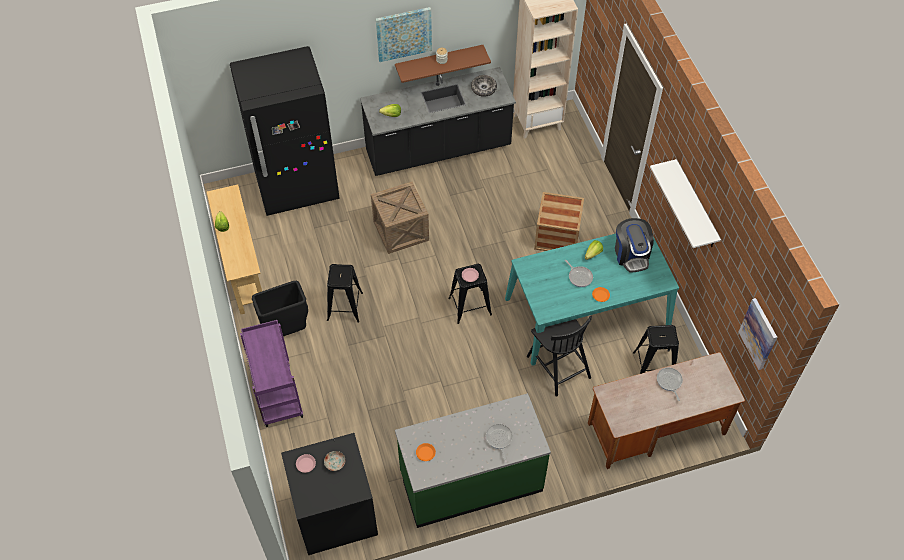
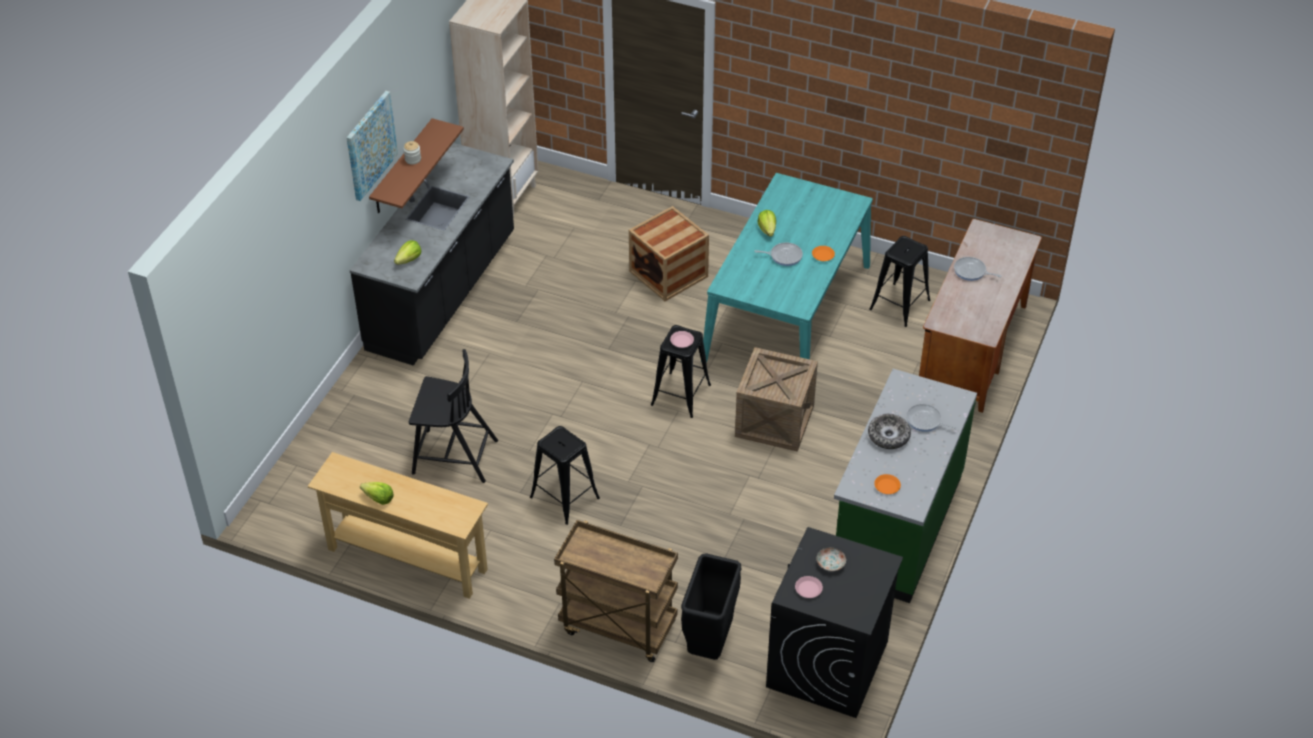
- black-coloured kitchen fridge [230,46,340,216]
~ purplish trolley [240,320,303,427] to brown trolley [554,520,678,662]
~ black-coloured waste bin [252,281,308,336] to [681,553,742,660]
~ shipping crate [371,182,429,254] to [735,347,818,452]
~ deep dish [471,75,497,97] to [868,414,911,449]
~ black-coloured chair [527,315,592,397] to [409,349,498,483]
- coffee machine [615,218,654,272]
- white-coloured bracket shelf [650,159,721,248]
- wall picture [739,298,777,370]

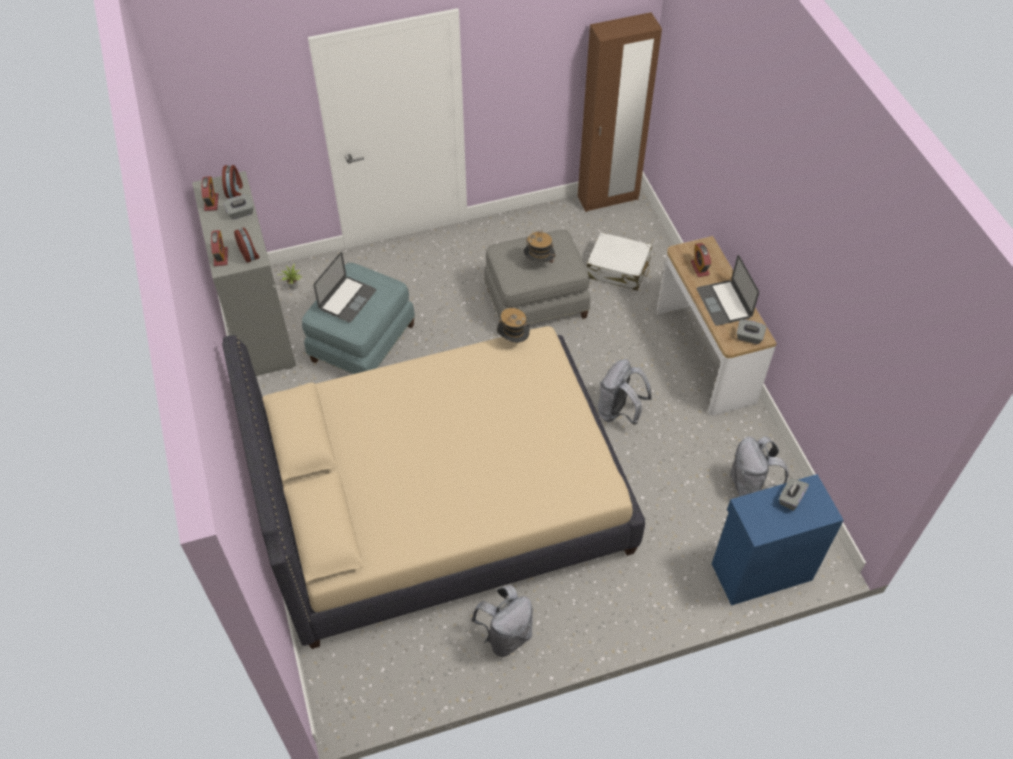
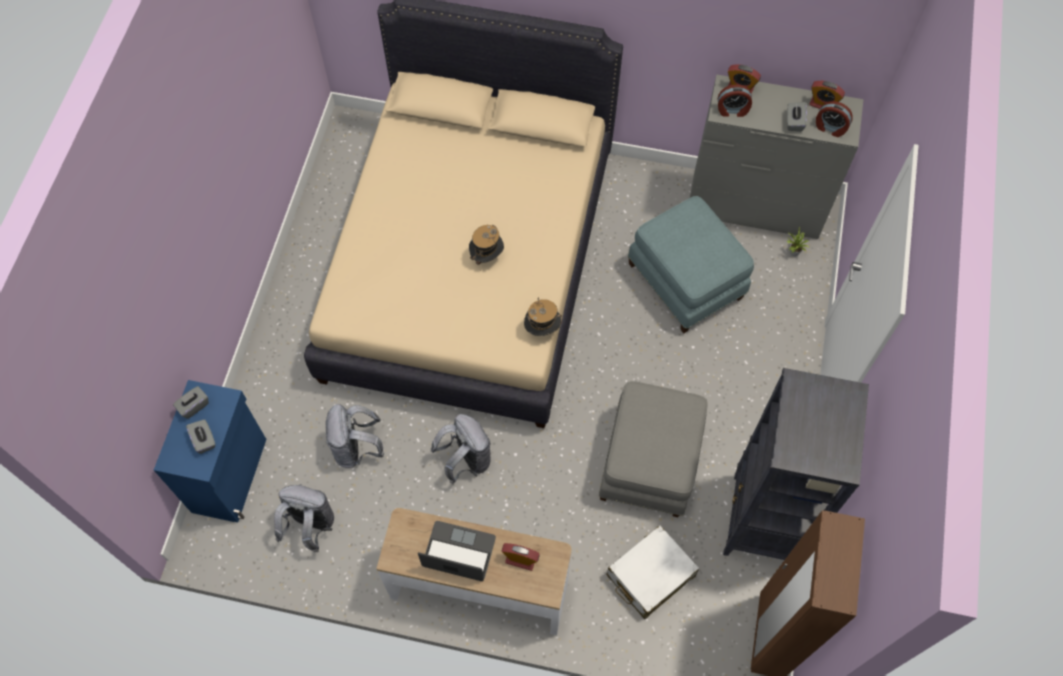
- laptop [313,252,376,323]
~ gray knapsack [471,585,533,657] to [325,404,384,468]
~ hat [524,229,556,262] to [469,225,504,271]
~ gray box of tissues [737,320,767,344] to [173,386,208,419]
+ black-coloured shelving unit [723,368,869,560]

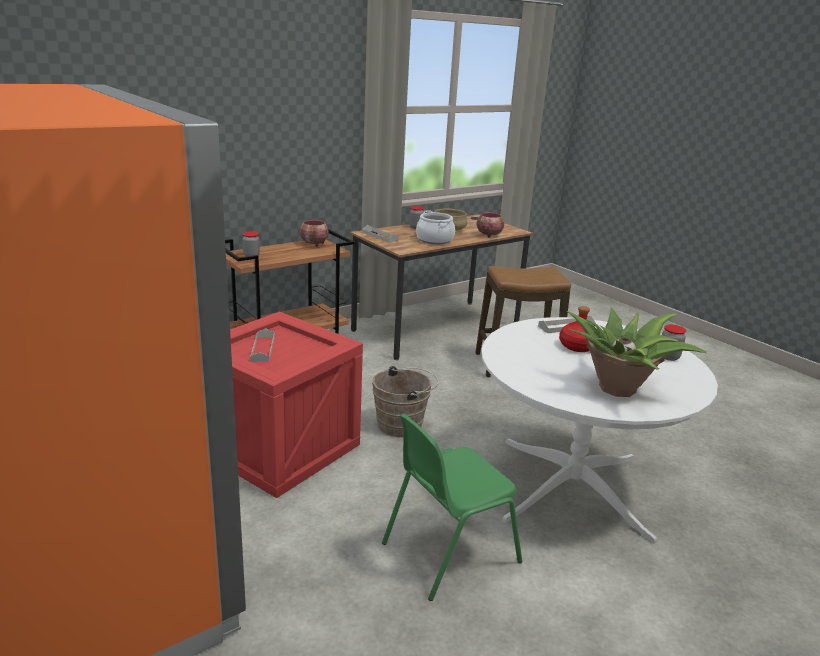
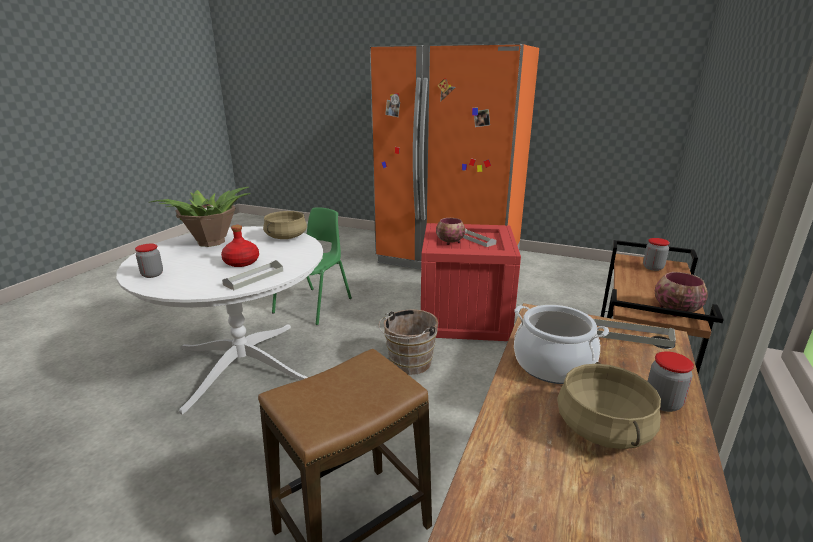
~ deep dish [477,213,504,238] to [436,218,465,245]
+ beige saucepot [263,211,307,239]

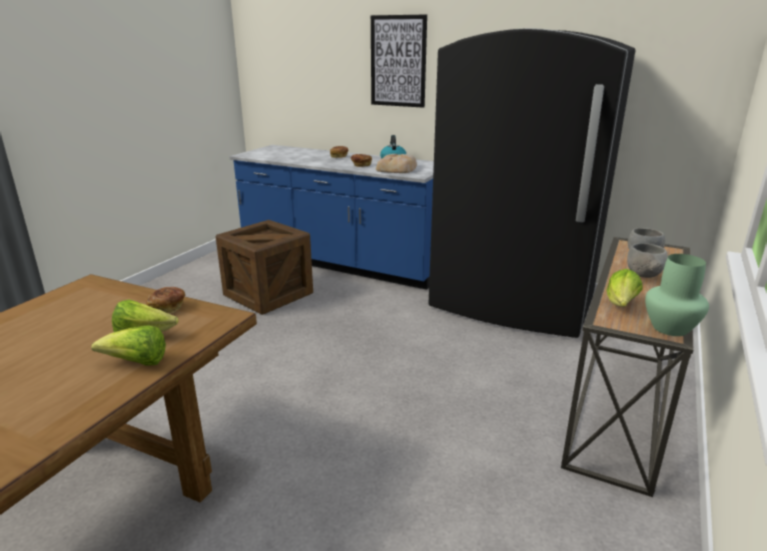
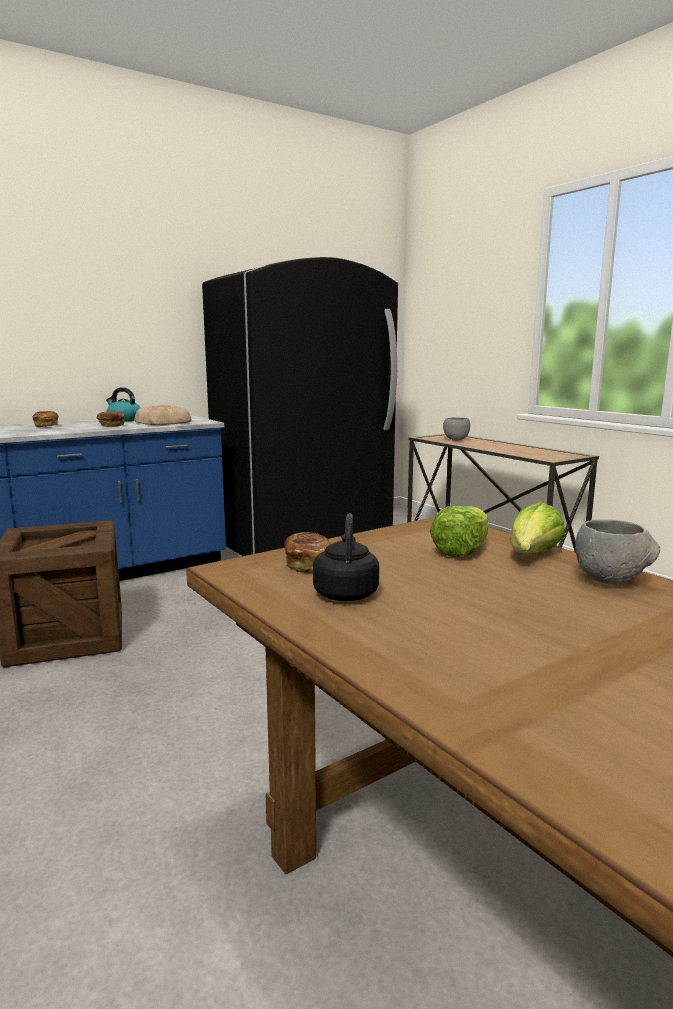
~ baked bread [146,287,185,314] to [284,532,331,573]
- wall picture [371,15,427,108]
- head of lettuce [606,269,642,307]
~ gray deep dish [627,243,668,278] to [575,519,660,585]
- green-coloured flower vase [645,254,709,336]
+ black-coloured tea kettle [313,514,379,601]

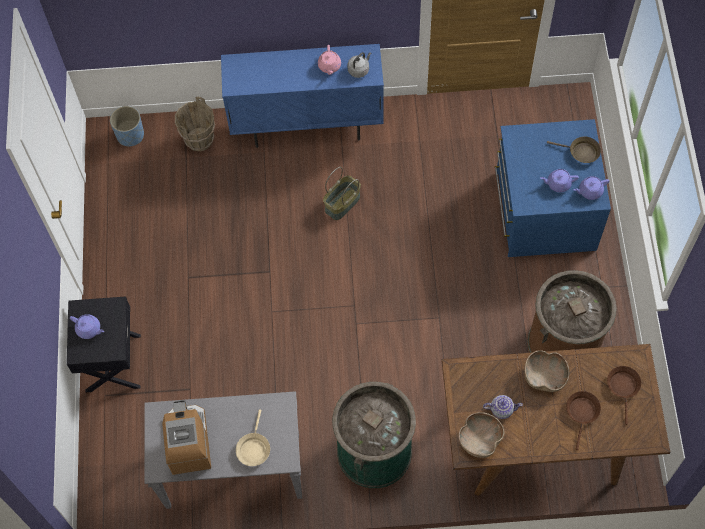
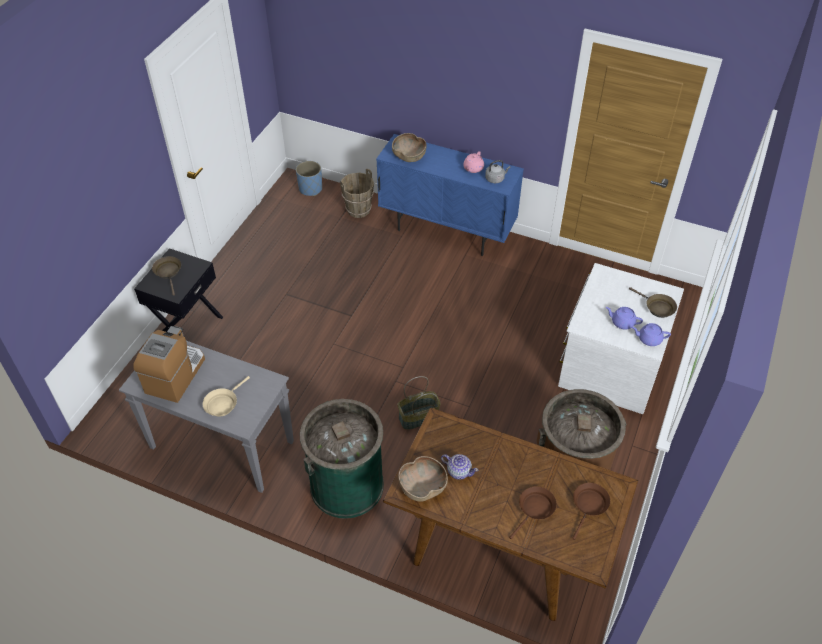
~ purplish teapot [70,314,104,339] to brown skillet [152,256,181,295]
~ household basket [323,167,361,220] to [398,376,441,430]
~ blue-coloured chest of drawers [495,119,611,257] to white-coloured chest of drawers [558,263,684,414]
~ brown deep dish [524,350,569,392] to [392,133,426,162]

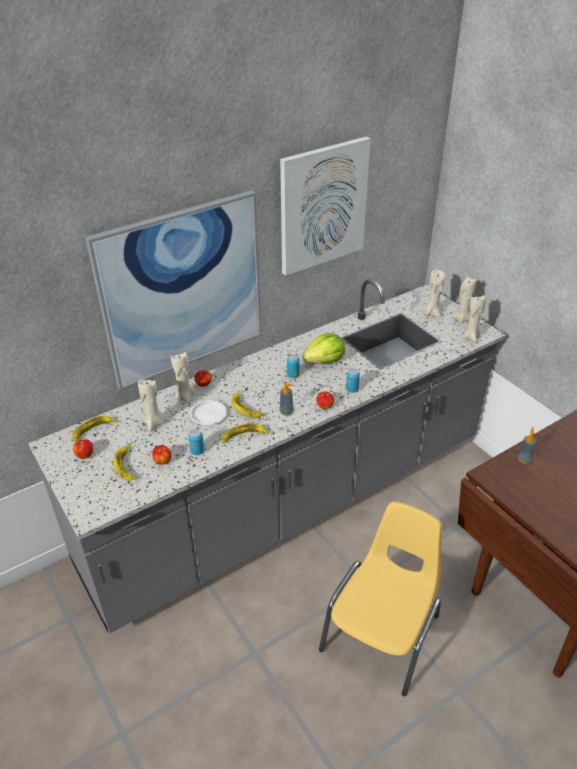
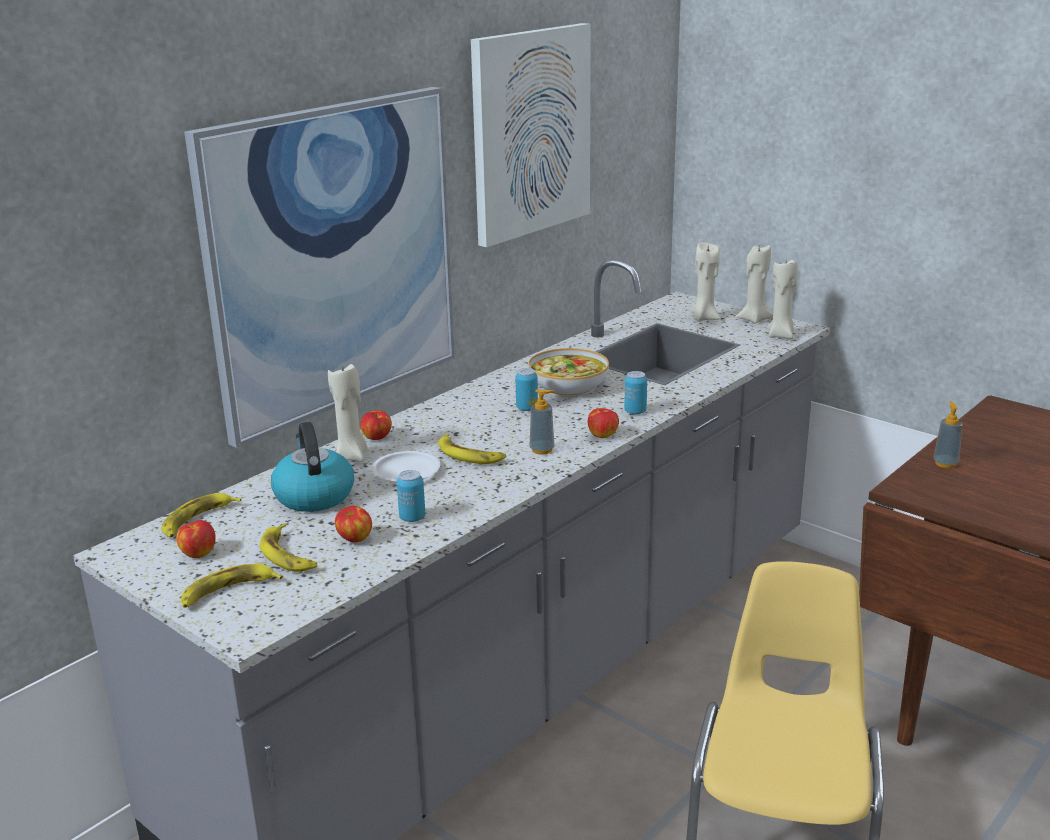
~ beige candle [138,379,166,431] to tea kettle [271,422,354,512]
~ whole banana [222,423,269,443] to [181,564,283,608]
~ head of lettuce [302,333,345,364] to deep dish [528,348,609,397]

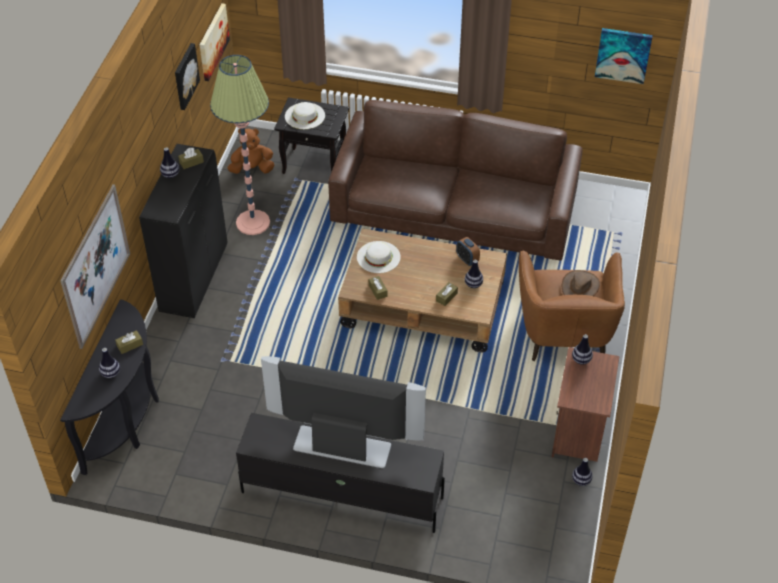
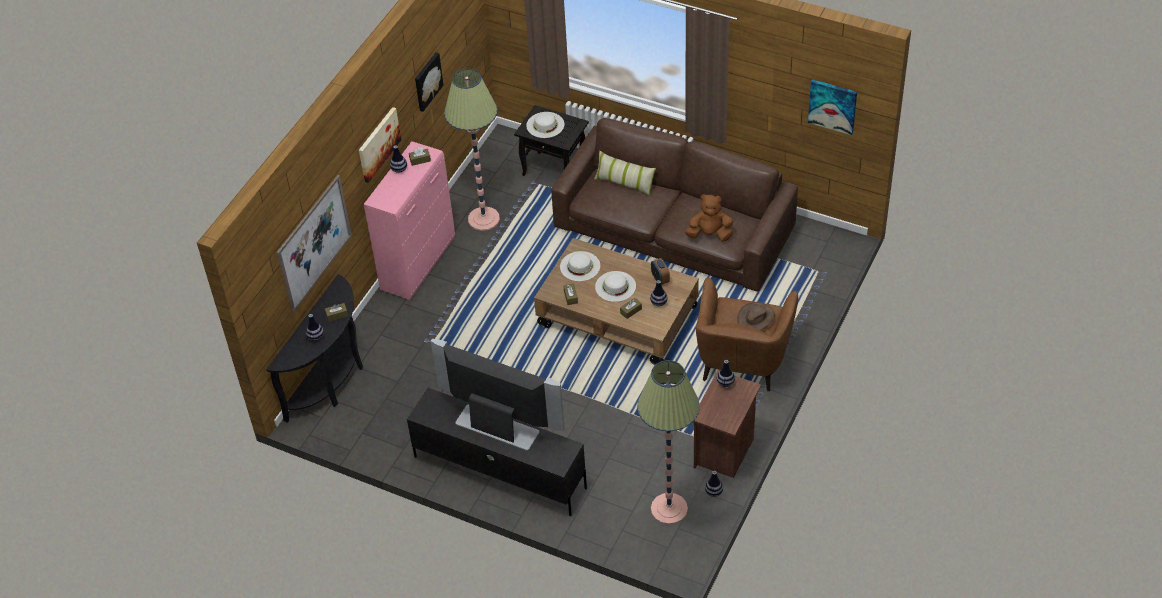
~ black-coloured storage cabinet [139,144,227,318] to pink-coloured storage cabinet [364,141,455,300]
~ wall picture [200,3,230,81] to [359,107,401,183]
~ brown plush toy [227,129,274,174] to [685,194,733,242]
+ pillow [594,151,656,196]
+ white-coloured hat [595,271,636,302]
+ floor lamp [637,360,700,525]

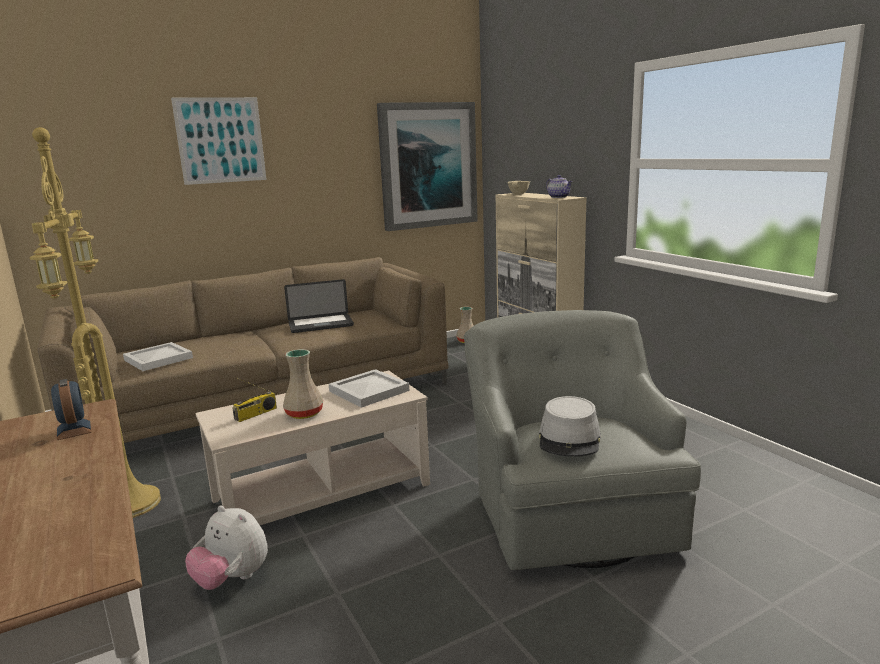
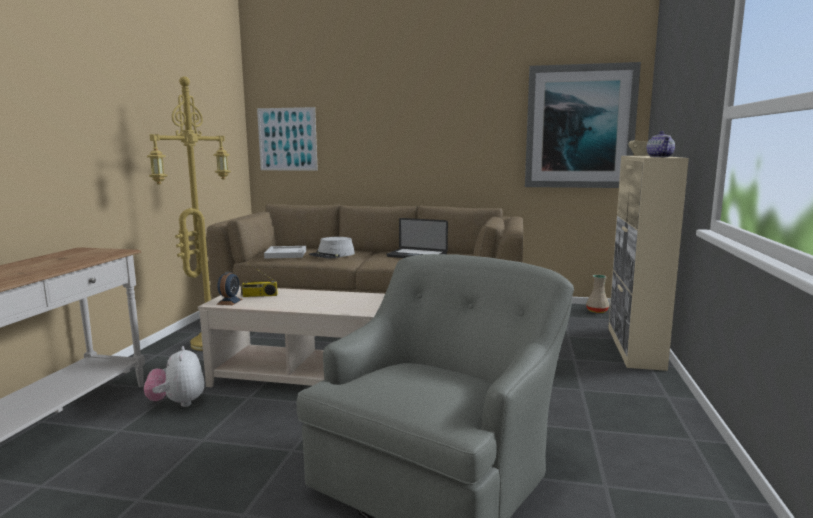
~ alarm clock [51,379,91,440] to [216,272,243,305]
~ wall picture [171,97,267,185] to [257,107,318,171]
- beige flower vase [283,349,323,419]
- white-coloured carrying tray [329,369,409,408]
~ gray hat [539,396,601,457] to [309,237,355,258]

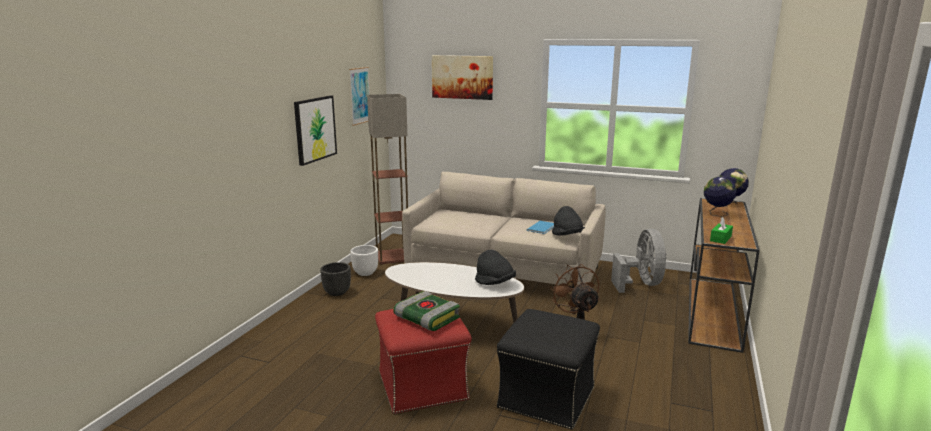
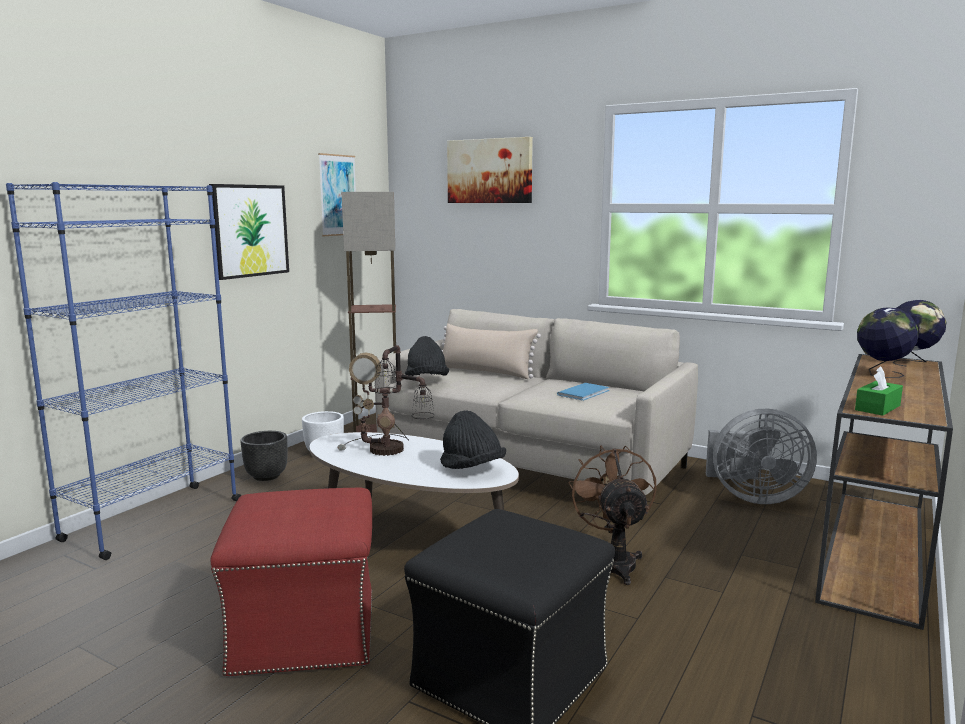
- book [393,291,460,331]
~ black-coloured hat [552,206,585,236] to [405,336,449,376]
~ gray fan [611,229,667,293] = [706,409,817,504] 90 degrees clockwise
+ blue-coloured shelving unit [6,182,241,560]
+ table lamp [337,345,435,456]
+ beige pillow [441,323,541,379]

